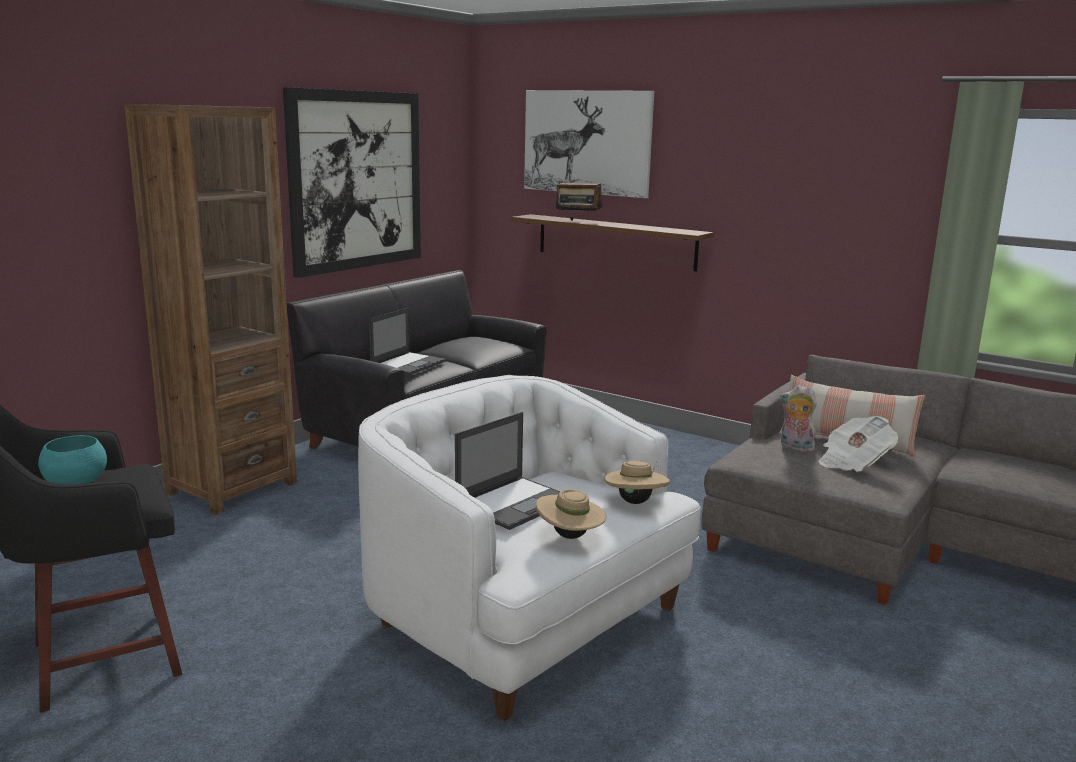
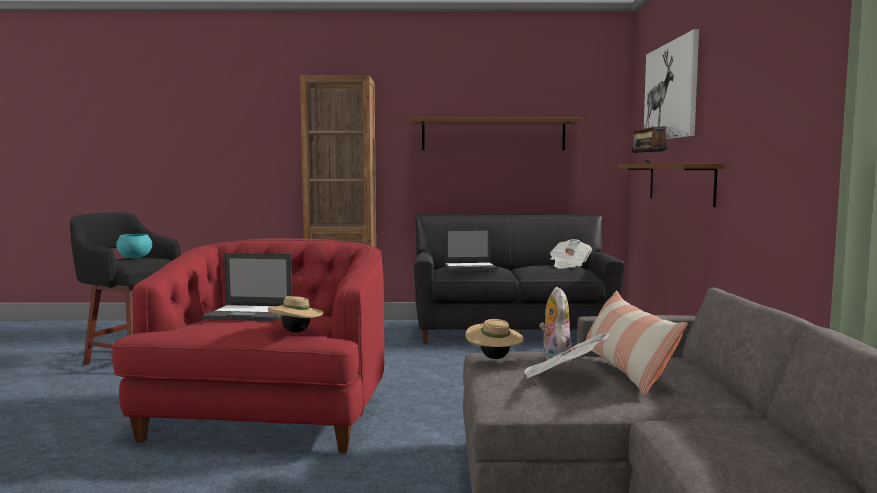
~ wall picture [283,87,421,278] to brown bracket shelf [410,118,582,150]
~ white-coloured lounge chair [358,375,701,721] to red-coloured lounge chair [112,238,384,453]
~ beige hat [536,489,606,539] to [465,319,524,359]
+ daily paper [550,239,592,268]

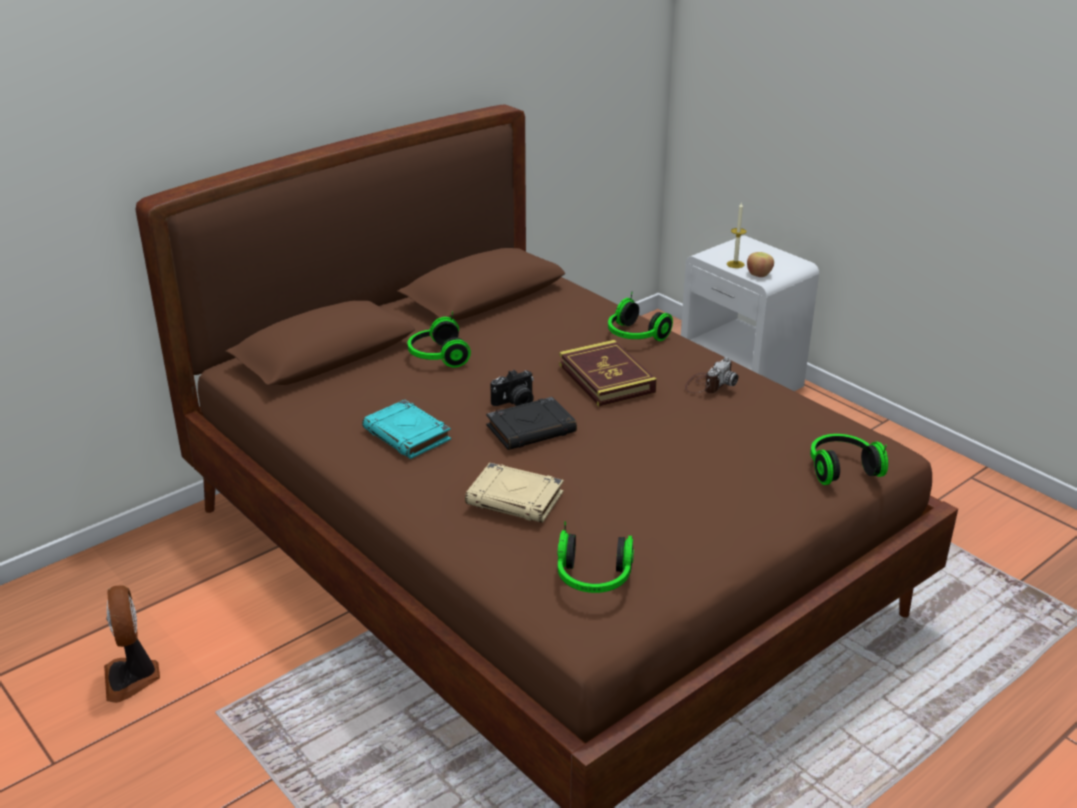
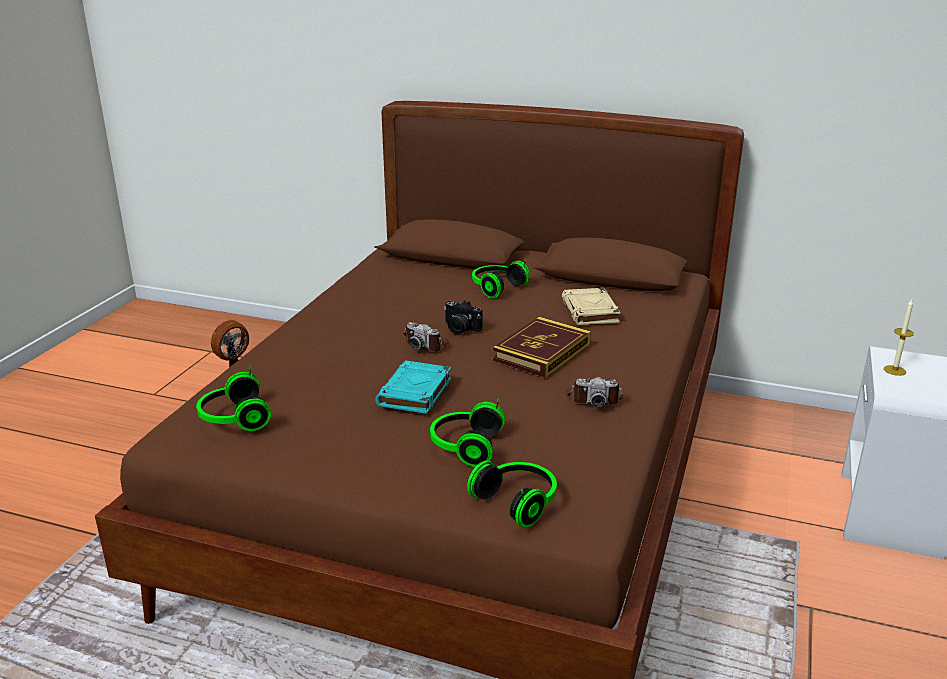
~ turquoise-coloured book [362,400,451,459] to [375,360,451,414]
~ beige book [465,463,564,523] to [562,288,620,325]
~ black-coloured book [486,397,577,450] to still camera [403,322,449,352]
~ pair of headphones [608,292,673,341] to [430,398,505,467]
- whole apple [747,252,774,277]

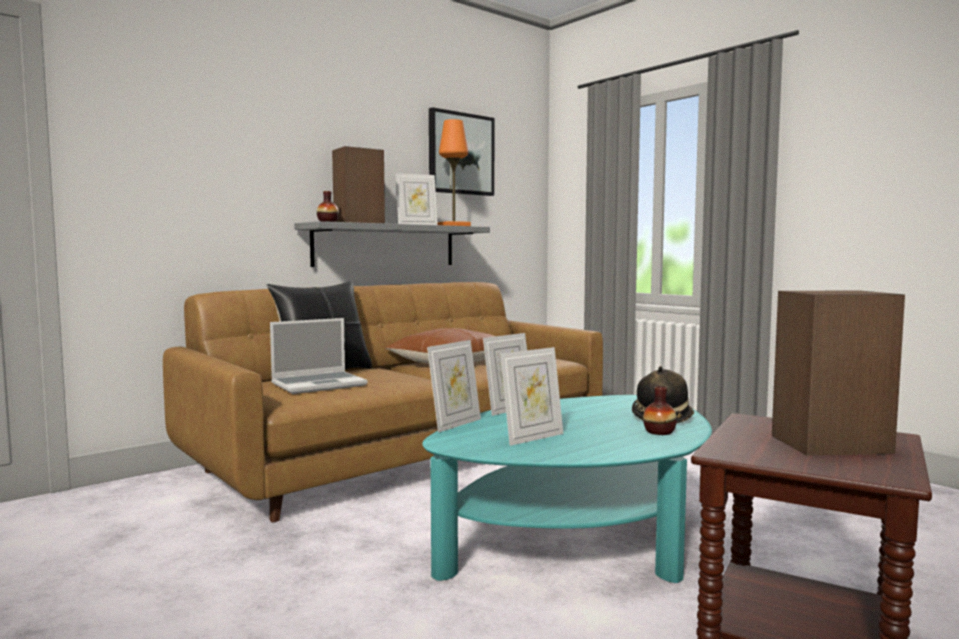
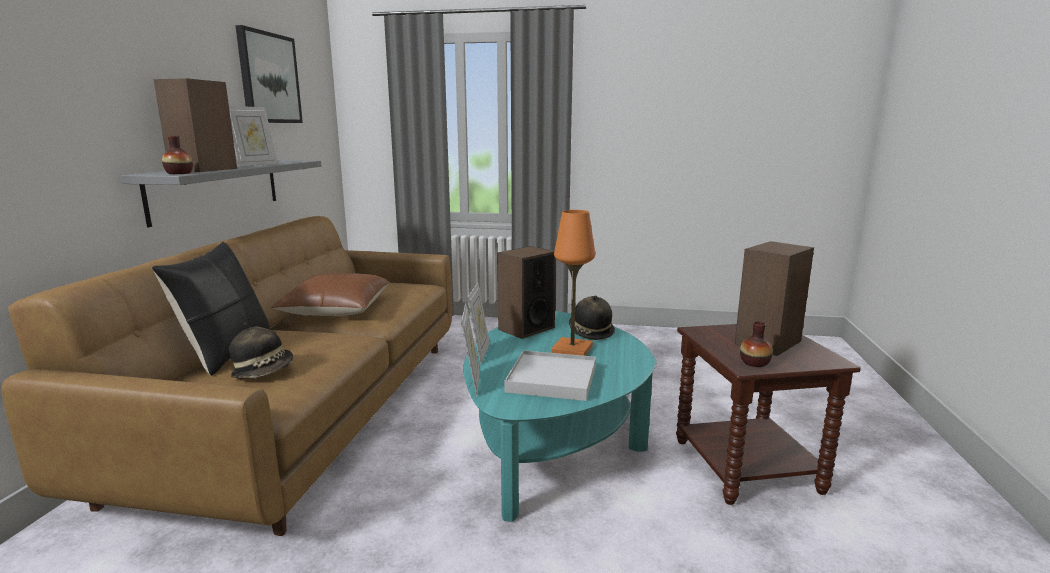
~ laptop [270,318,368,394] to hat [229,323,293,379]
~ orange-coloured table lamp [437,119,471,226] to [551,210,595,356]
~ photo frame [500,347,563,446] to white-coloured carrying tray [504,350,596,401]
~ flower vase [643,386,677,435] to [740,321,773,367]
+ audio speaker [497,246,556,339]

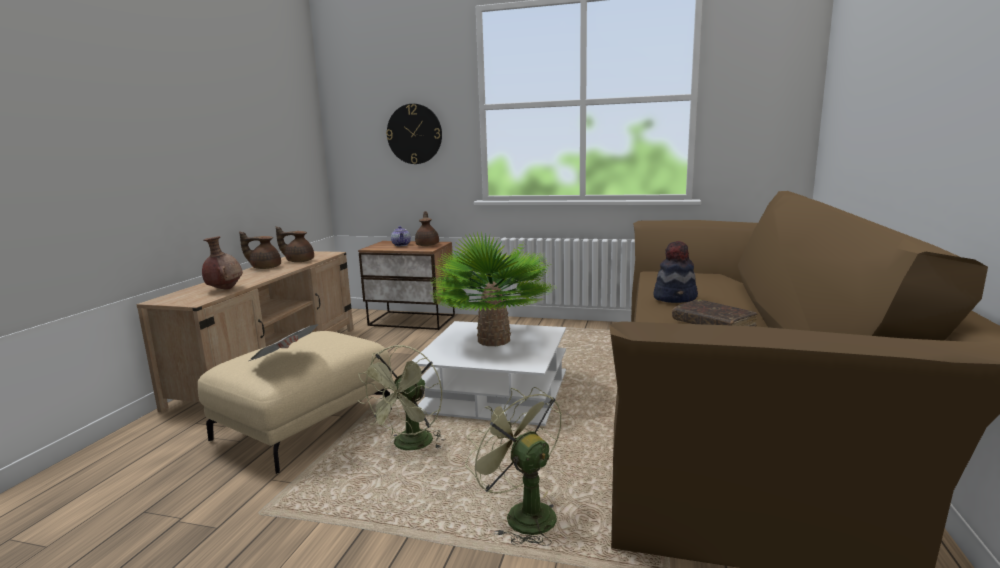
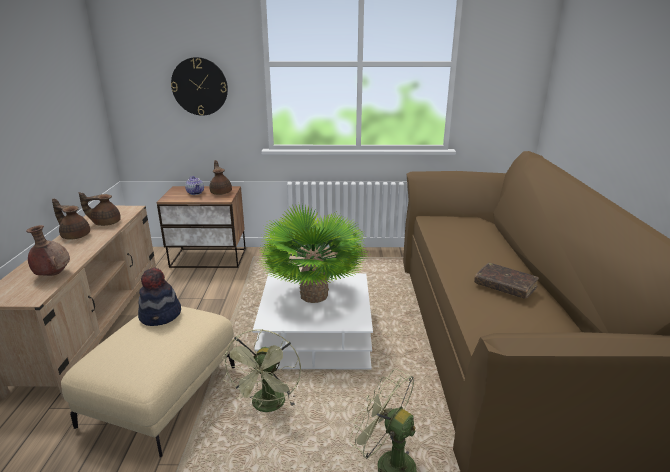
~ brown teapot [239,231,281,269] = [52,199,90,240] 45 degrees clockwise
- daily paper [249,324,318,361]
~ hat [653,241,698,303] to [138,267,181,326]

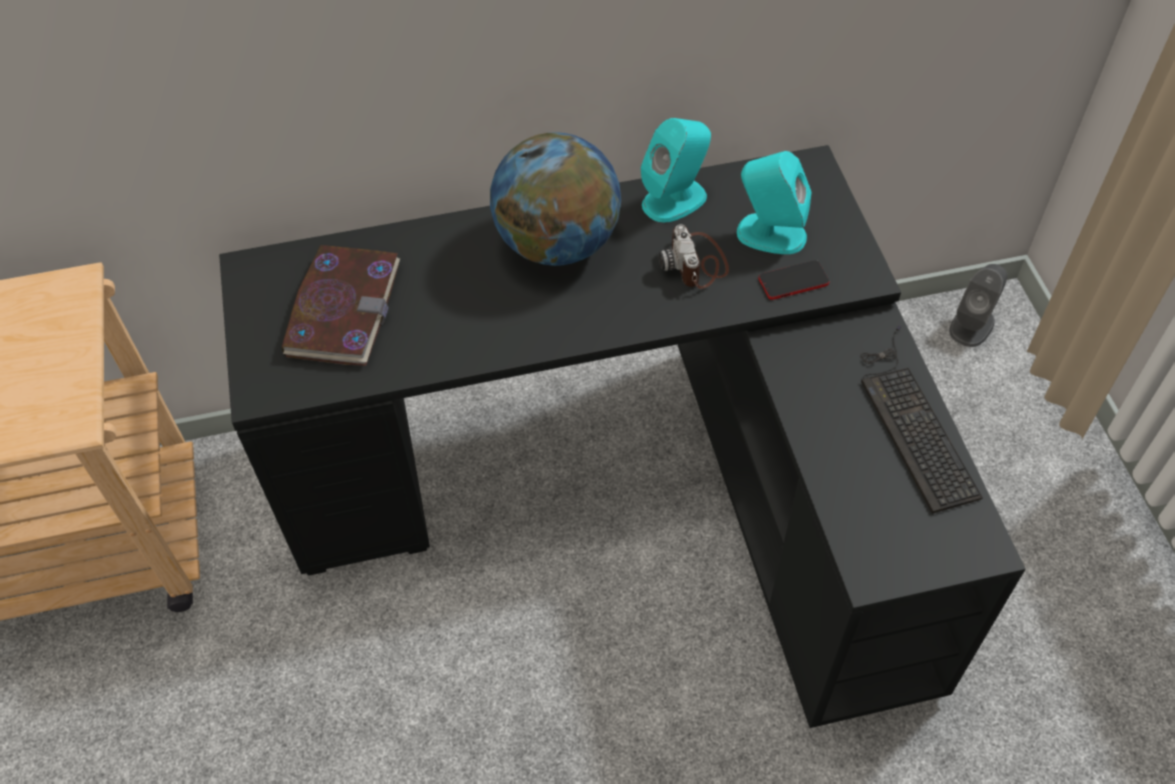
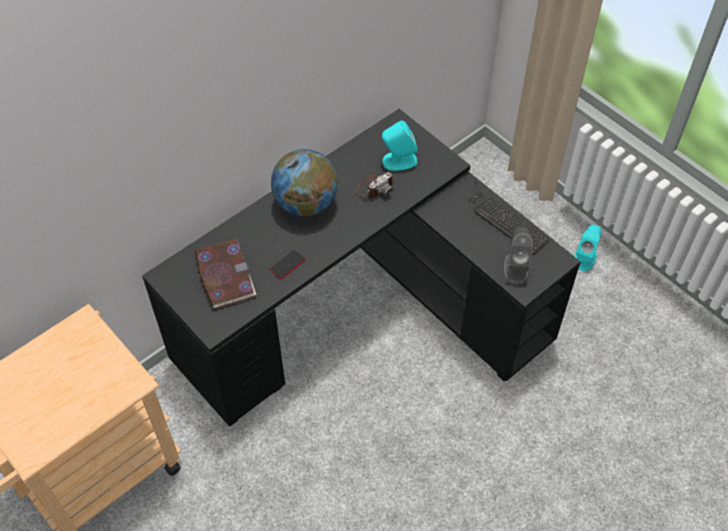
~ turquoise-coloured audio speaker [641,118,711,223] to [574,225,602,271]
~ still camera [659,224,729,289] = [356,172,394,198] 90 degrees counterclockwise
~ handset [759,260,830,300] to [270,250,305,279]
~ gray audio speaker [949,264,1007,347] to [503,227,533,285]

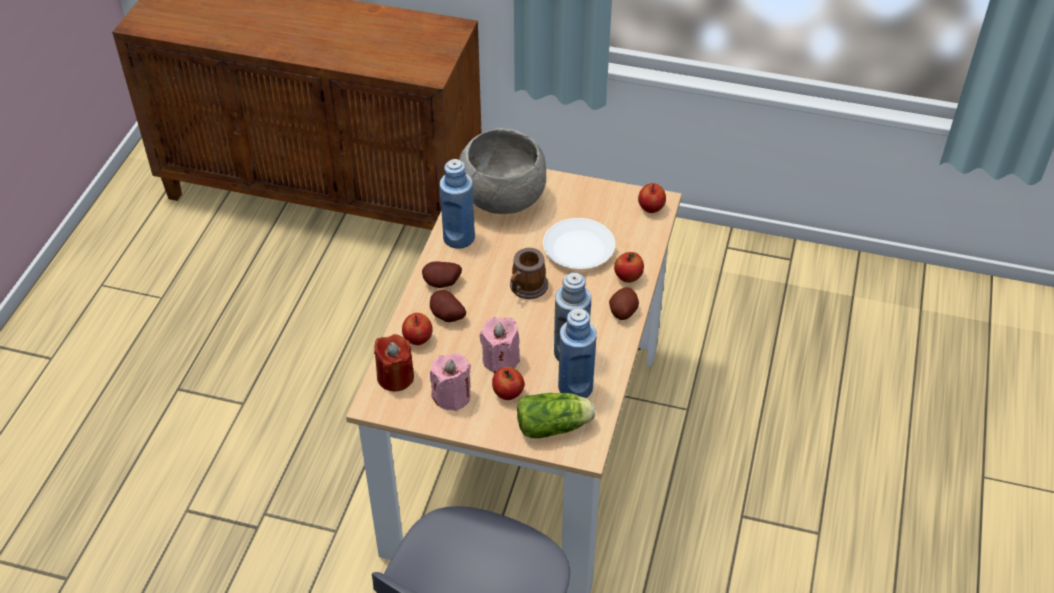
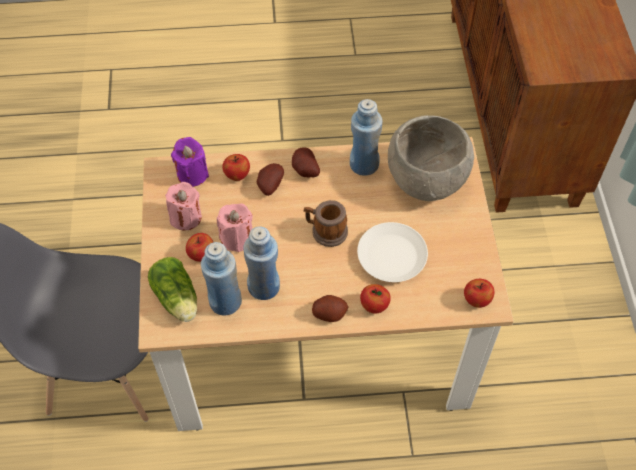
~ red-coloured candle [374,334,414,391] to purplish candle [171,137,209,187]

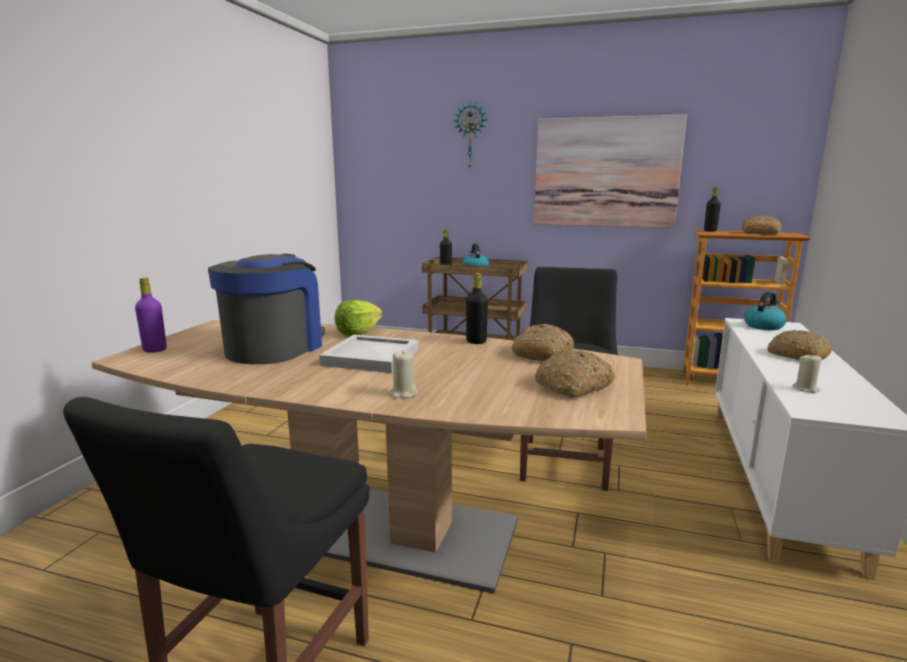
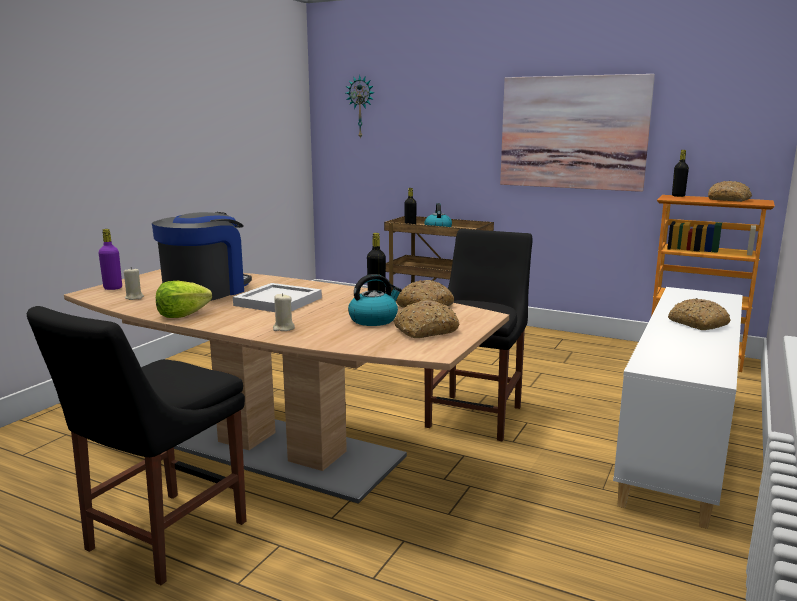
~ head of lettuce [334,300,383,336] to [156,281,212,318]
~ hanging clock [453,100,488,168] to [346,75,374,139]
~ tea kettle [744,291,787,330] to [348,274,402,326]
~ beige candle [792,354,822,393] to [124,267,144,300]

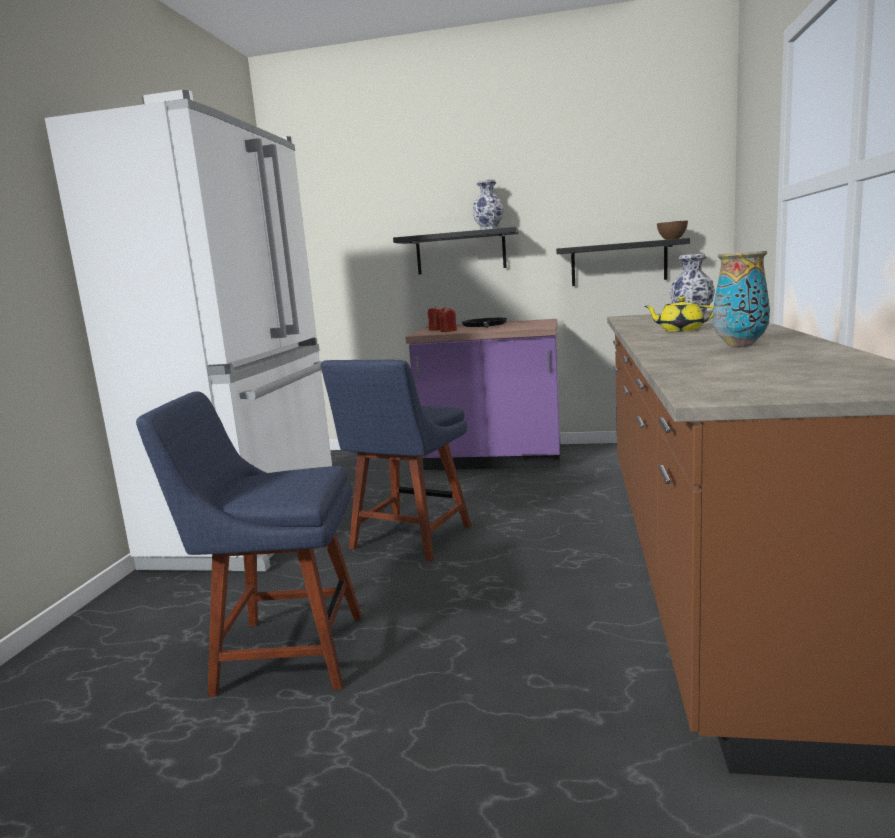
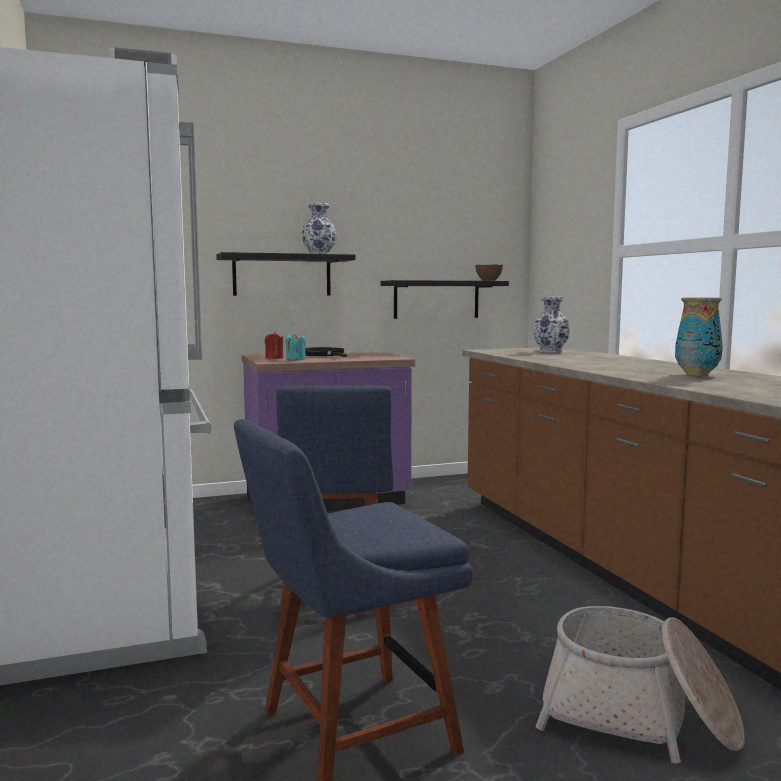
~ red-coloured candle [438,306,457,332] to turquoise-coloured candle [285,332,306,361]
- yellowish teapot [645,297,714,332]
+ household basket [535,606,745,763]

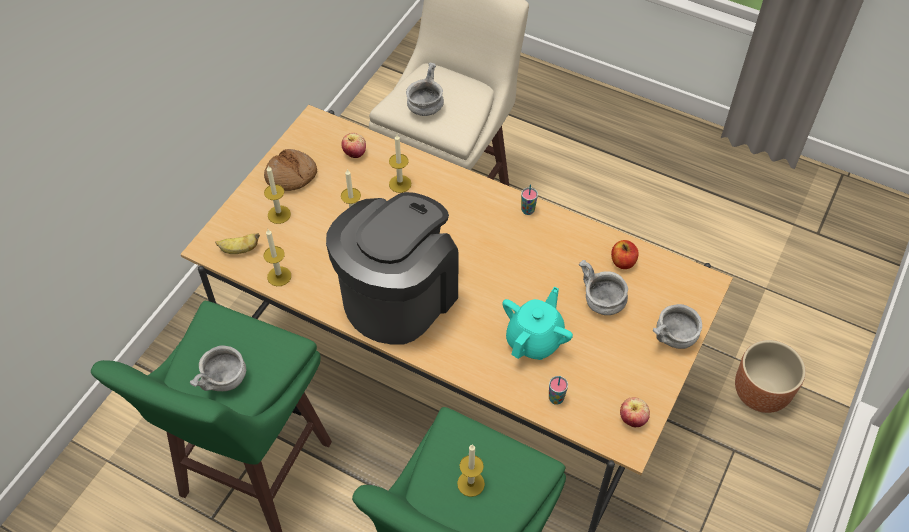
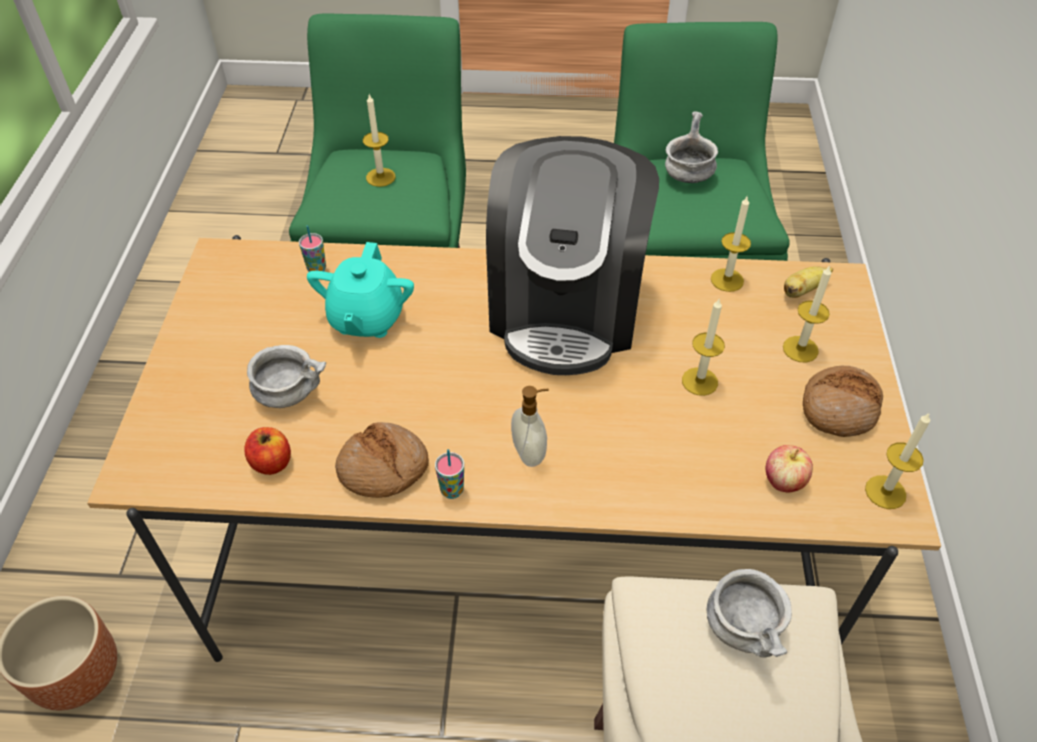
~ candle [389,135,411,193] to [865,412,930,509]
- whole apple [620,397,650,428]
- gray deep dish [653,304,702,349]
+ baked bread [335,422,429,498]
+ liquid soap bottle [511,386,549,467]

